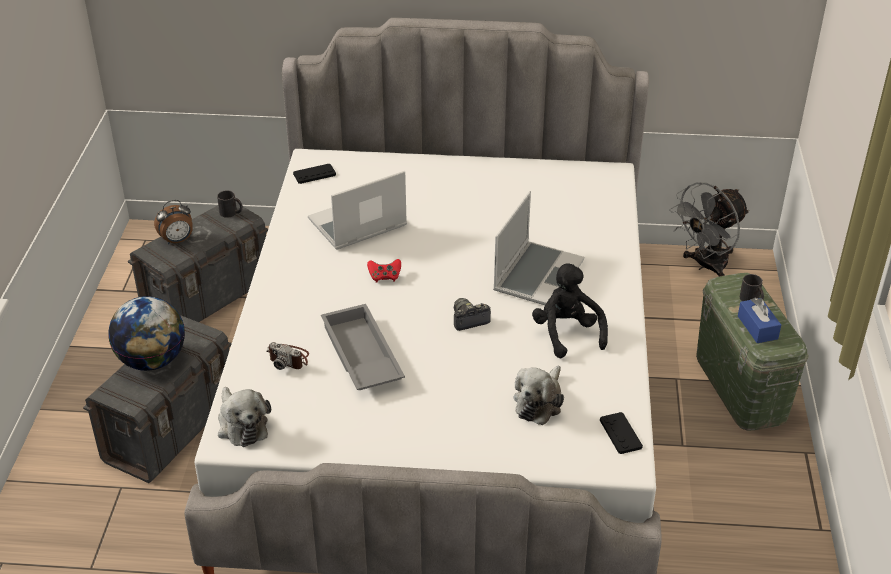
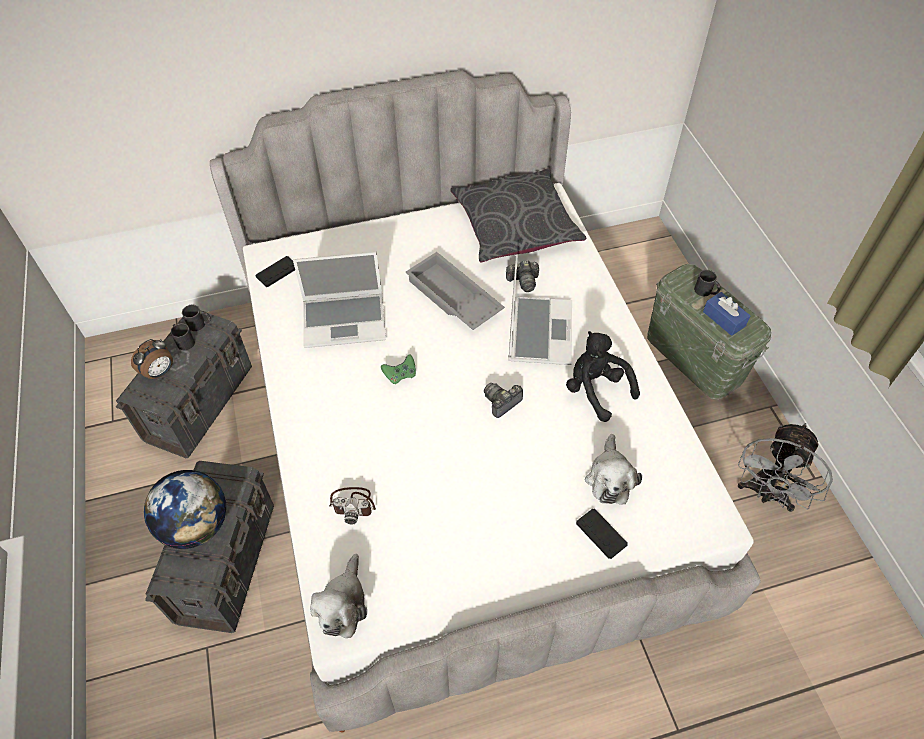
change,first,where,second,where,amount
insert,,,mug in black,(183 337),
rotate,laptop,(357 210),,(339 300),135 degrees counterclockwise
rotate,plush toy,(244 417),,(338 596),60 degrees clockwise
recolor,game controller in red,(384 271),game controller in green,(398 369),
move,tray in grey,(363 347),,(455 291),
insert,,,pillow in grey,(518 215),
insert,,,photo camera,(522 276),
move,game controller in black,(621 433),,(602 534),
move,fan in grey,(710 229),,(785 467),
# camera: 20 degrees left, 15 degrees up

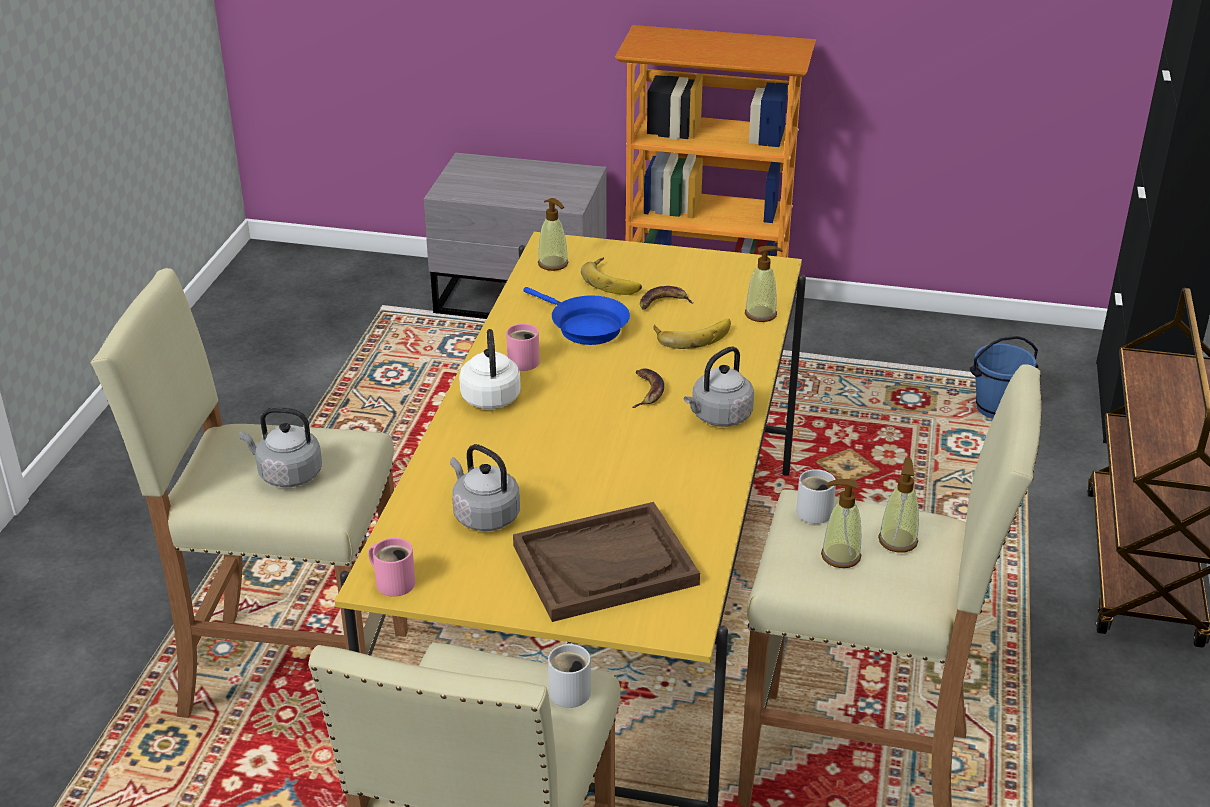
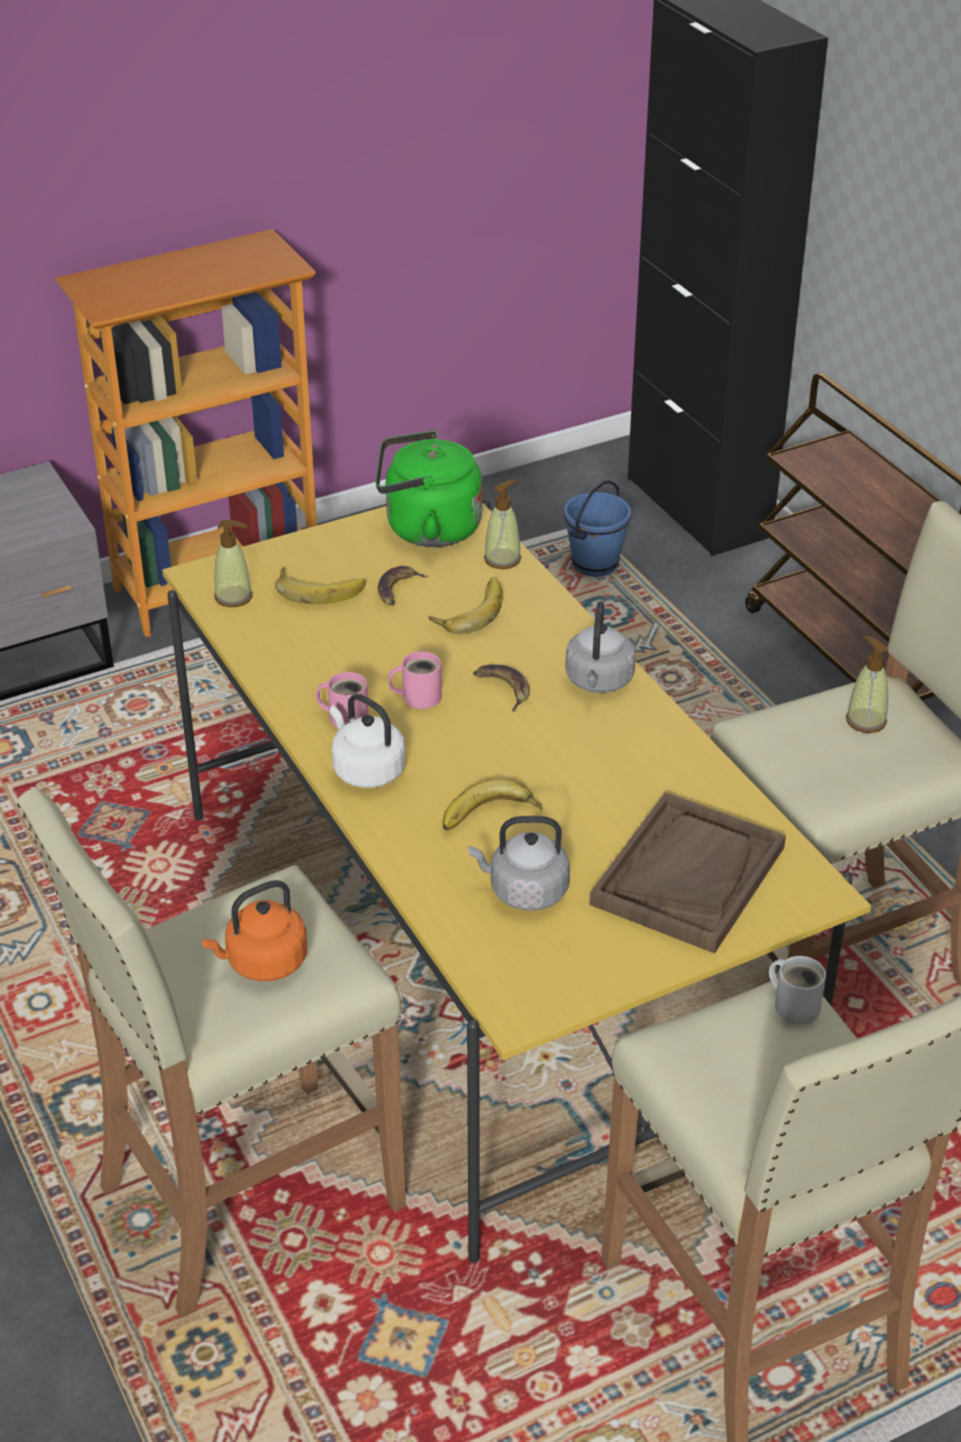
change,first,where,second,where,amount
recolor,kettle in grey,(280 447),kettle in orange,(254 930),
insert,,,kettle in green,(429 489),
move,mug in pink,(392 567),,(415 680),
insert,,,banana,(492 804),
delete,frying pan in blue,(577 316),,,
delete,mug in white,(816 496),,,
delete,soap dispenser,(841 523),,,
# camera: 40 degrees left, 5 degrees up

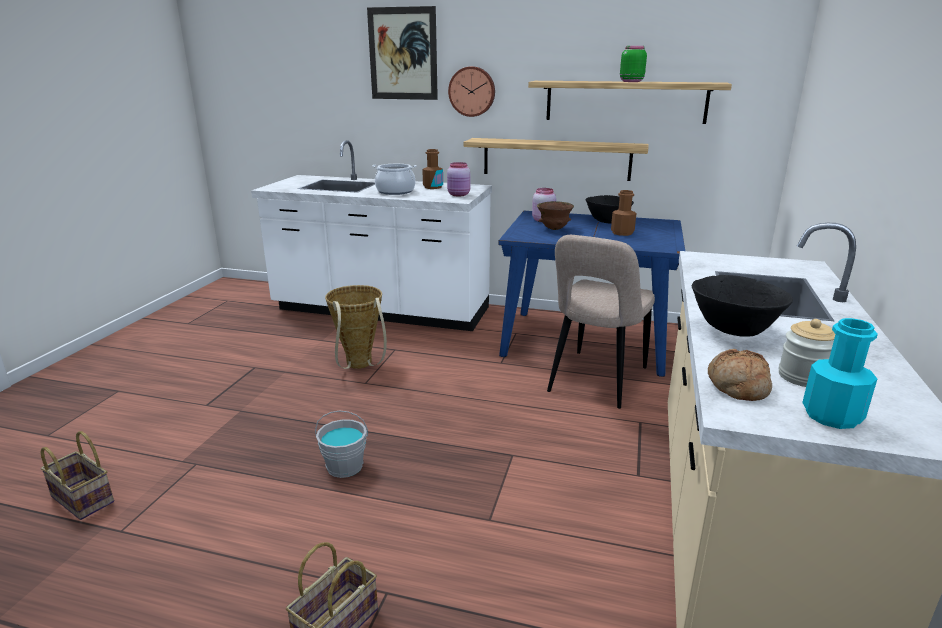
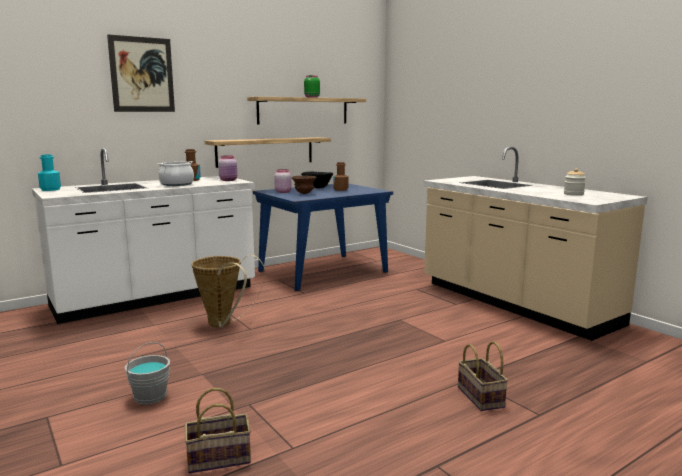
change,first,where,second,where,amount
move,bottle in turquoise,(840 373),,(49 172),
move,bucket in grey,(341 444),,(147 373),
delete,wall clock,(471 91),,,
delete,chair in beige,(601 322),,,
delete,bowl in black,(742 306),,,
delete,bread,(740 375),,,
# camera: 50 degrees left, 10 degrees down

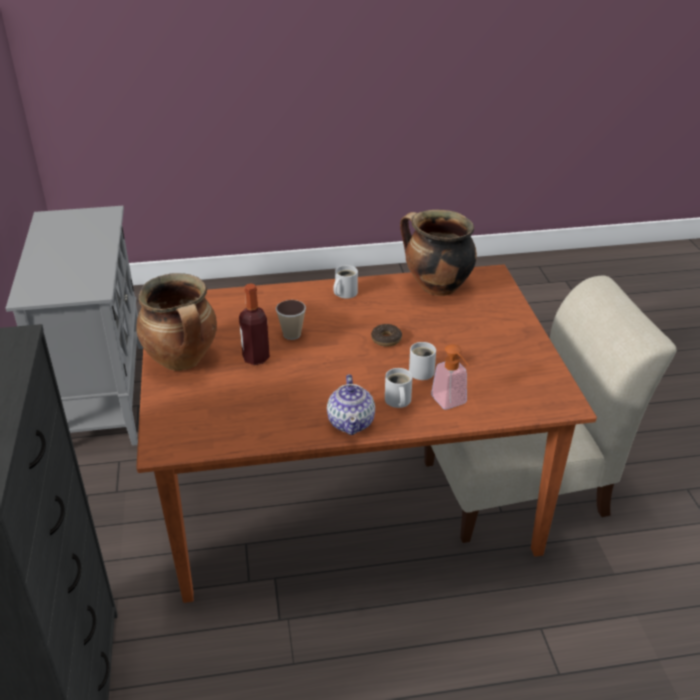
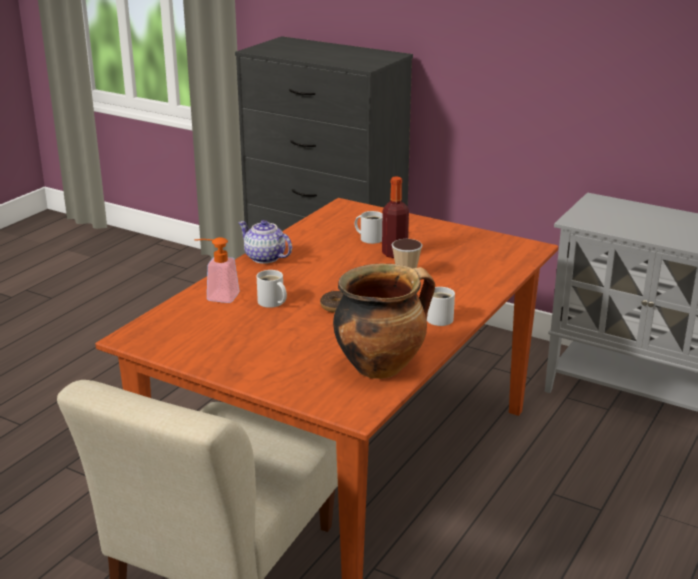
change,first,where,second,where,amount
move,mug in white,(399 388),,(368 227),
delete,cooking pot,(176 322),,,
# camera: 130 degrees right, 10 degrees down

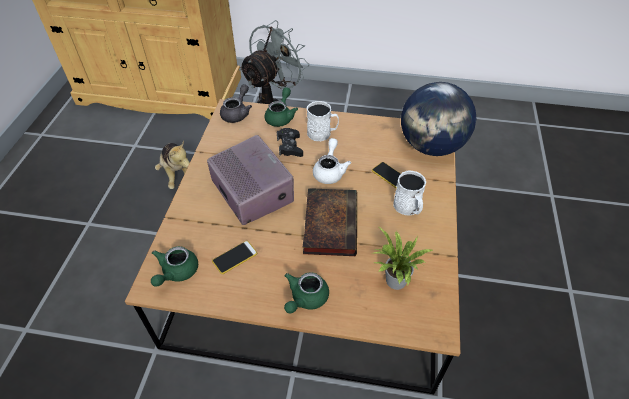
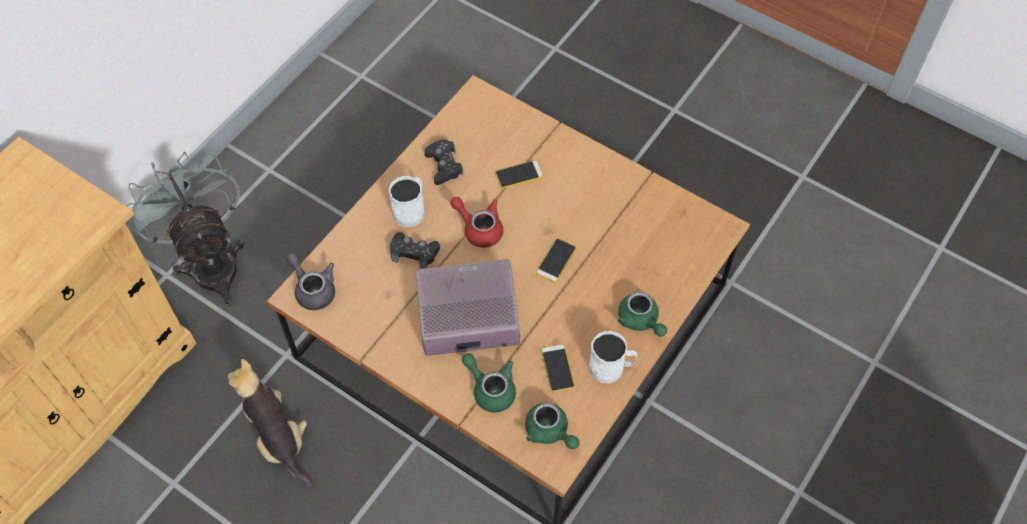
change,first,where,second,where,amount
rotate,plush toy,(172 165),,(270 422),120 degrees counterclockwise
insert,,,game controller in black,(443 162),
recolor,teapot in white,(332 161),teapot in red,(476 222),
move,teapot in green,(281 107),,(489 383),
replace,book,(330 222),phone,(556 260),
move,mug in white,(409 193),,(613 357),
delete,potted plant,(402 258),,,
delete,globe,(438 119),,,
# camera: 65 degrees left, 10 degrees up

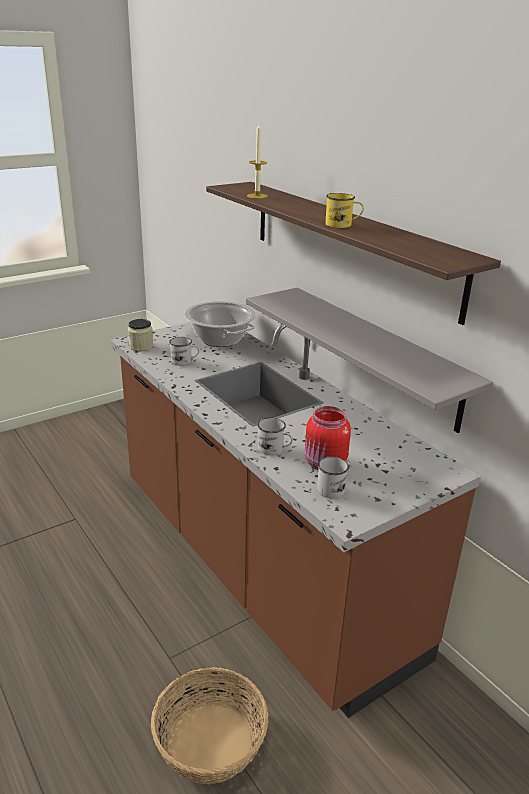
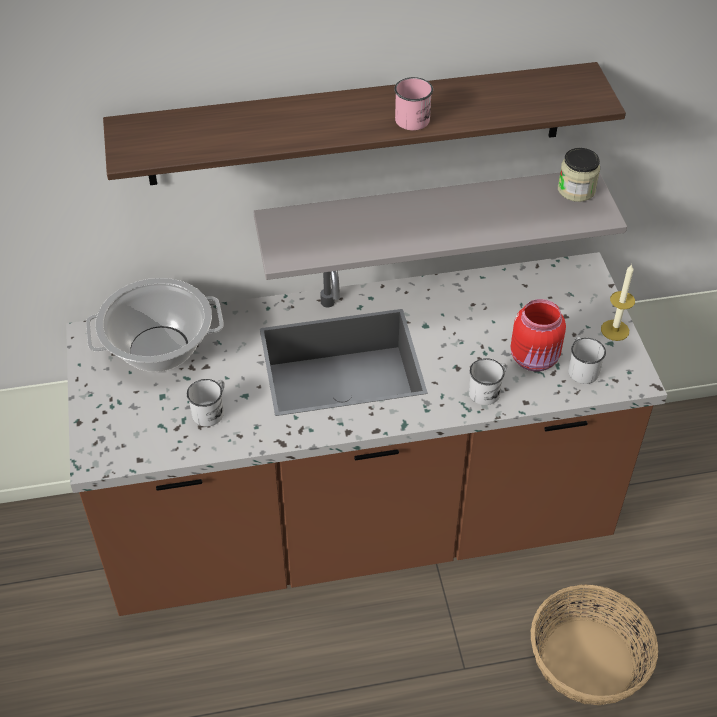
change,first,where,second,where,amount
recolor,mug in yellow,(344 210),mug in pink,(413 103),
move,jar,(140 335),,(579 175),
move,candle,(257 161),,(618 302),
# camera: 65 degrees left, 20 degrees up

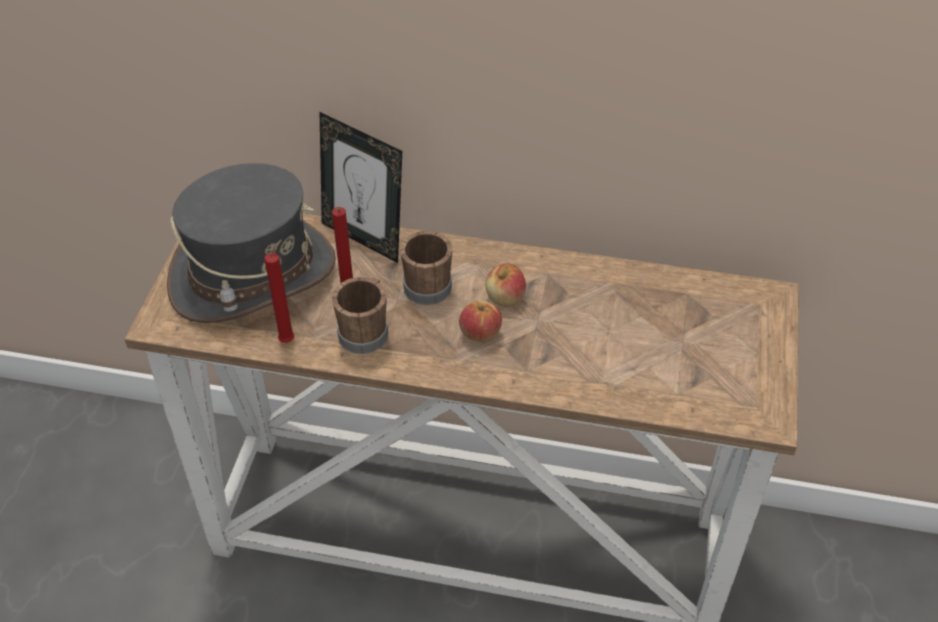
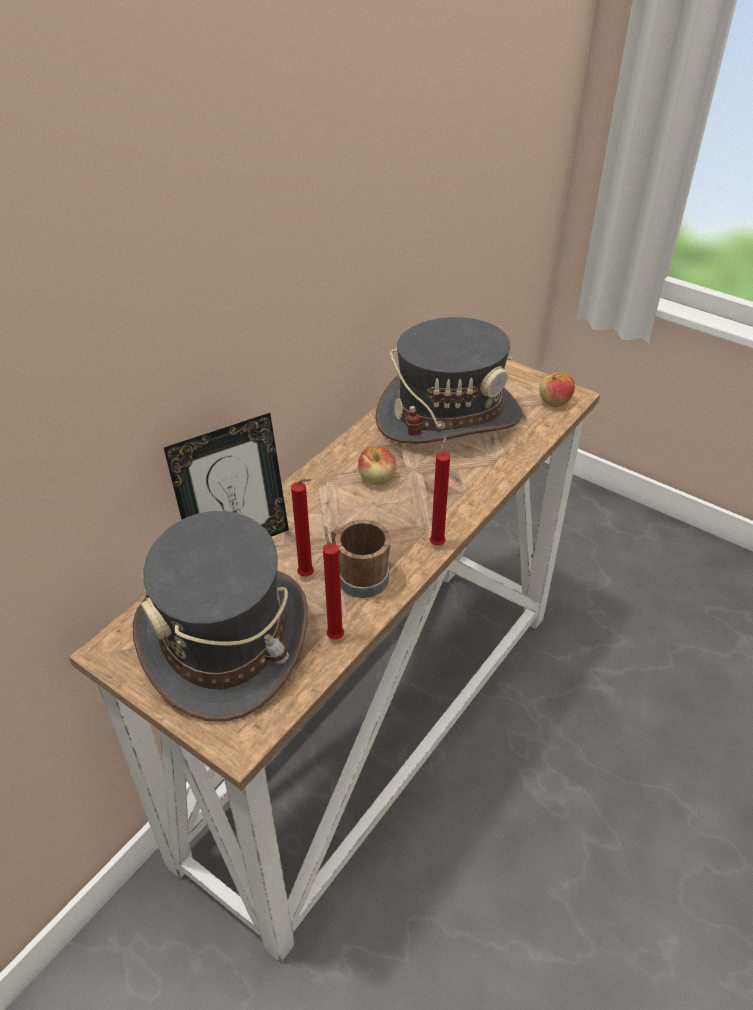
change,first,where,second,where,amount
insert,,,hat in grey,(449 380),
insert,,,candle in red,(440 490),
move,apple,(480 321),,(557 389),
delete,mug in brown,(426 268),,,
# camera: 65 degrees left, 5 degrees down

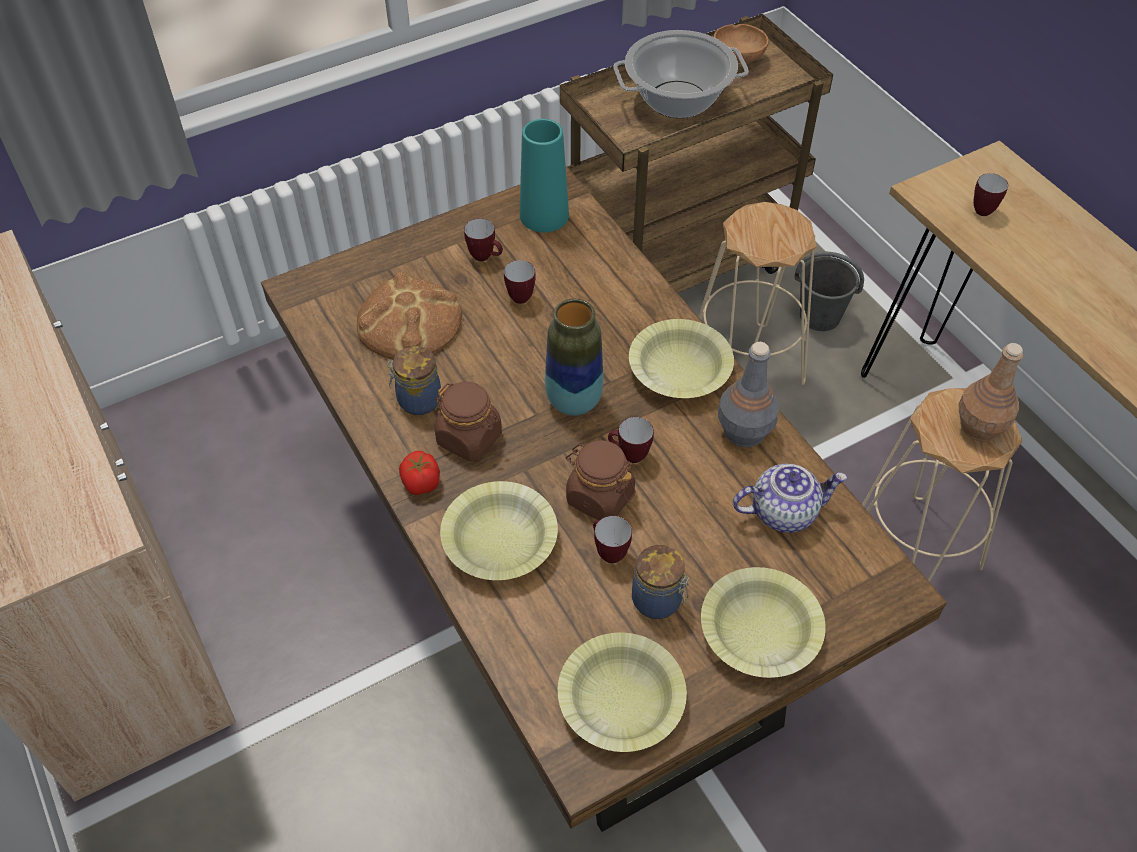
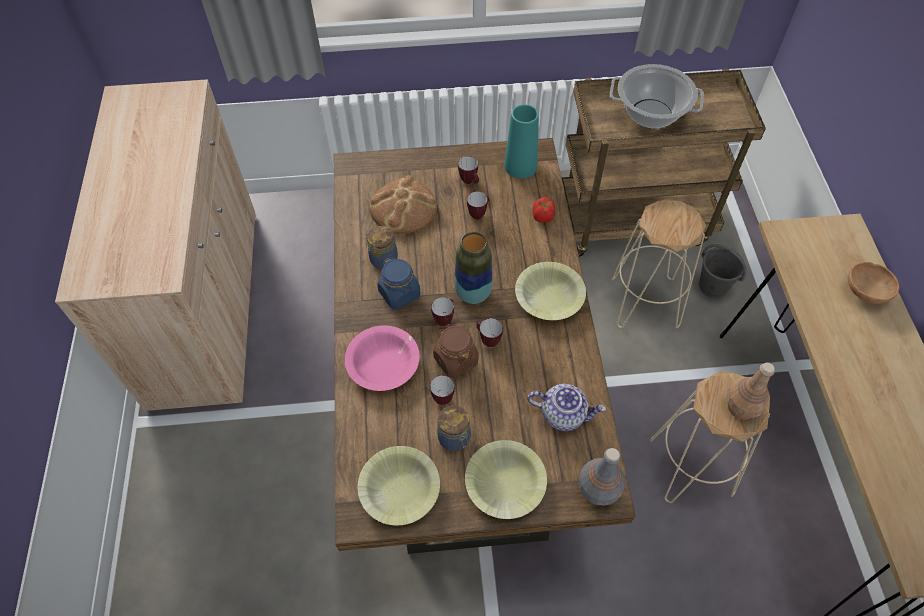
change,first,where,second,where,amount
recolor,bowl in yellow,(499 530),bowl in pink,(382 358),
recolor,jar in brown,(468 422),jar in blue,(398 283),
move,mug,(990 194),,(442 311),
move,tomato,(419 473),,(543 210),
move,bottle in grey,(748 394),,(601 476),
move,bowl in brown,(741 44),,(873 283),
# camera: 25 degrees right, 5 degrees up

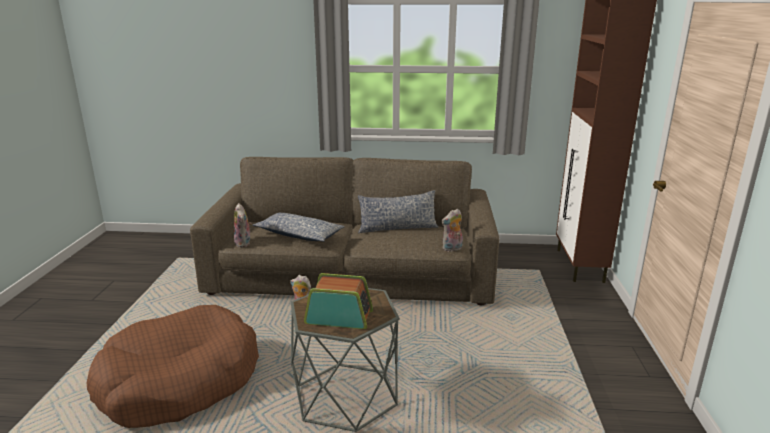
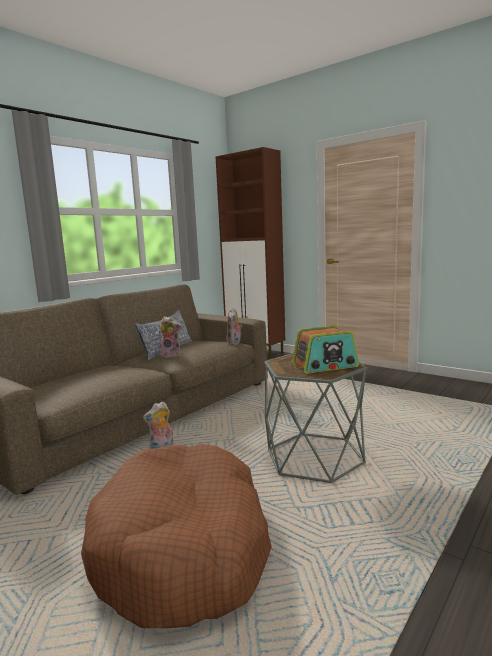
change,first,where,second,where,amount
move,plush toy,(243 225),,(170 337),
rotate,radio,(338 301),,(325 349),150 degrees counterclockwise
delete,pillow,(299 227),,,
# camera: 55 degrees left, 10 degrees down

